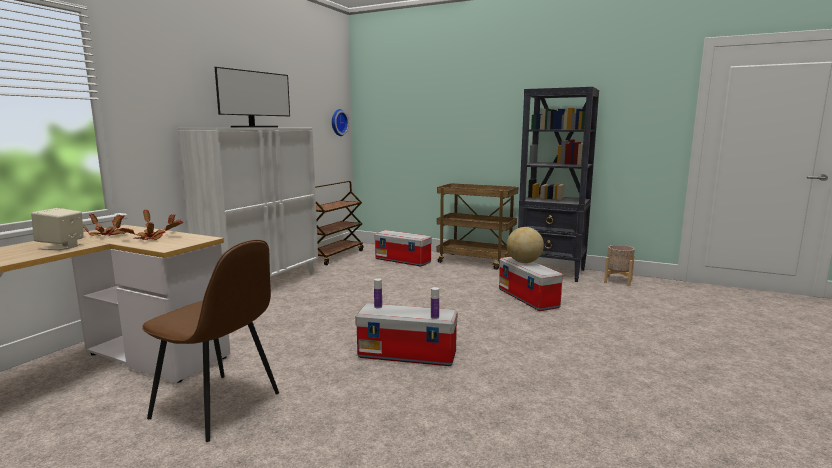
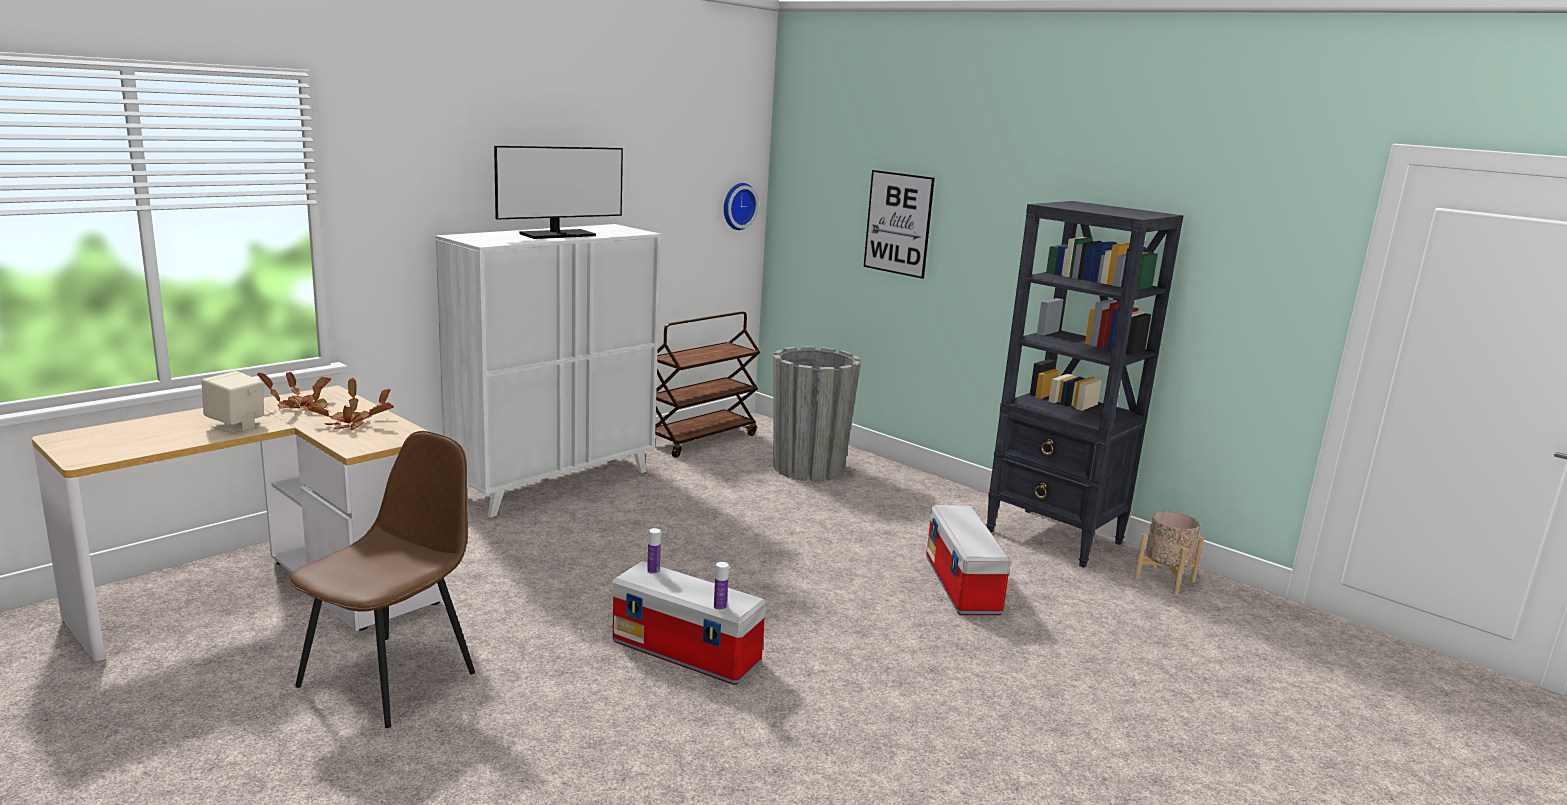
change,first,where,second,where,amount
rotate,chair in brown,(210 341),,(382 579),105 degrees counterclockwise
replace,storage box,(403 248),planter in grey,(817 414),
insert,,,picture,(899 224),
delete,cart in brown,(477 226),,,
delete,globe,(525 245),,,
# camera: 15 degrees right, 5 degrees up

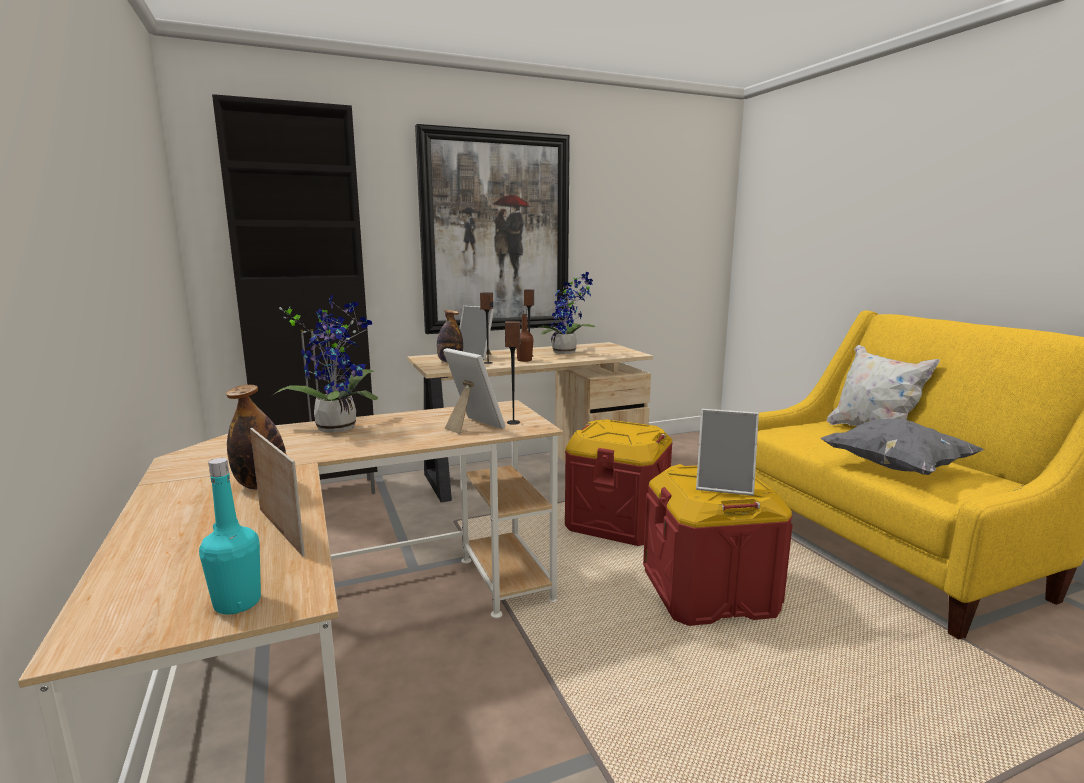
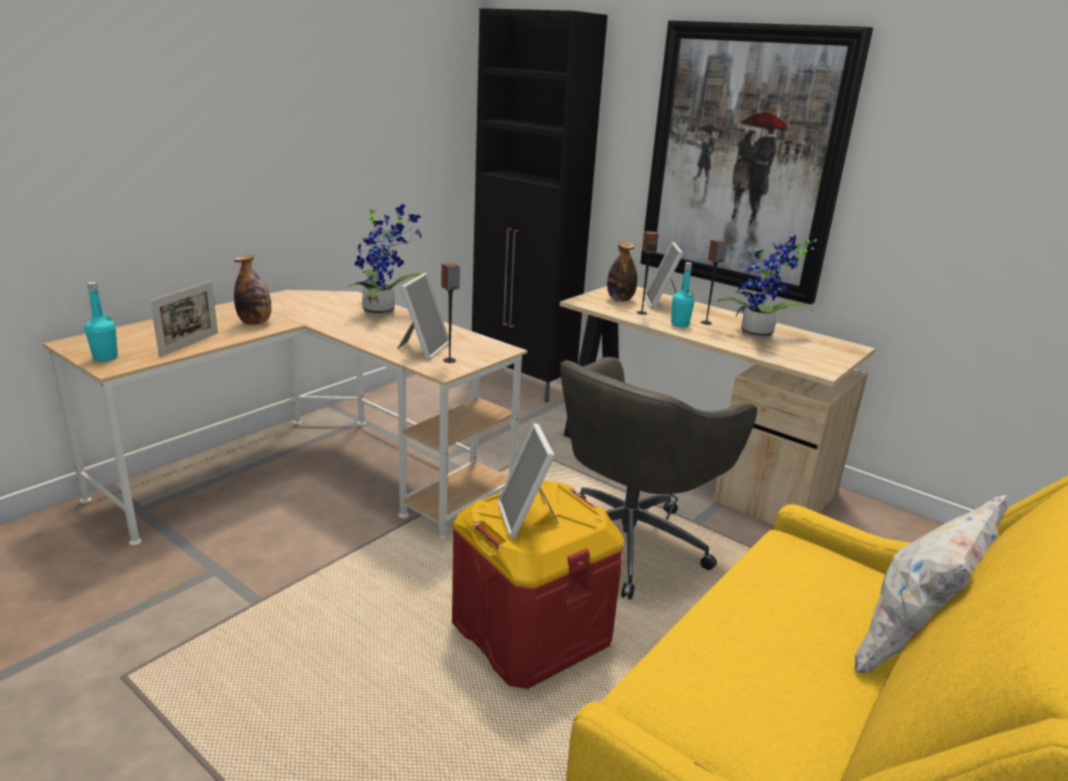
change,first,where,second,where,amount
replace,storage box in red,(619 482),office chair in grey,(658 478),
recolor,bottle in brown,(524 335),bottle in turquoise,(683 294),
delete,pillow in grey,(901 447),,,
# camera: 60 degrees right, 10 degrees up

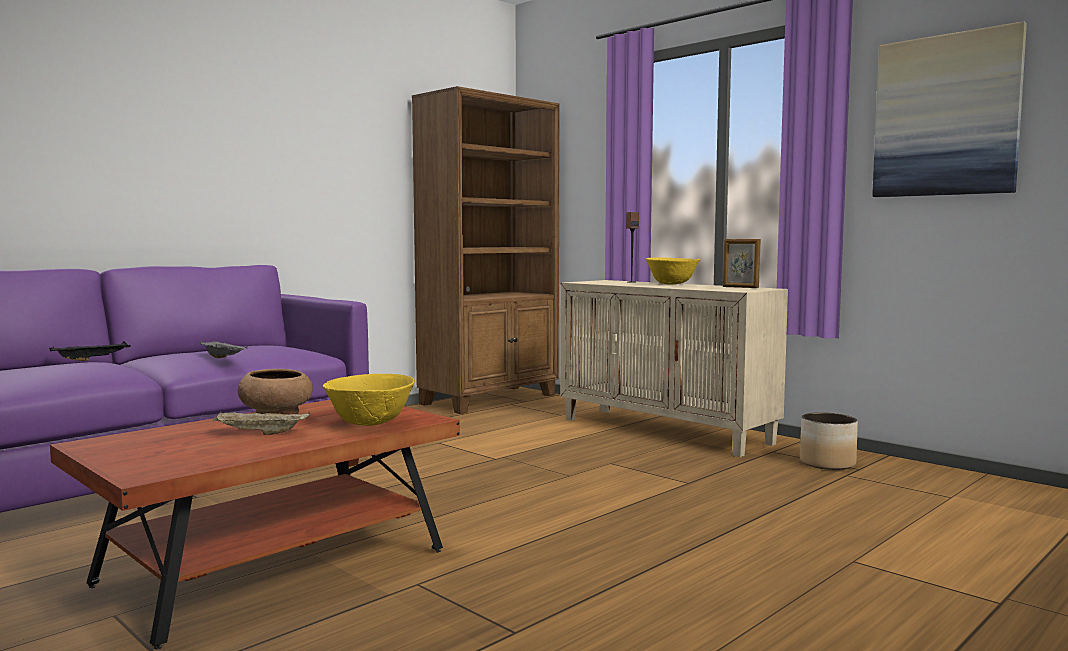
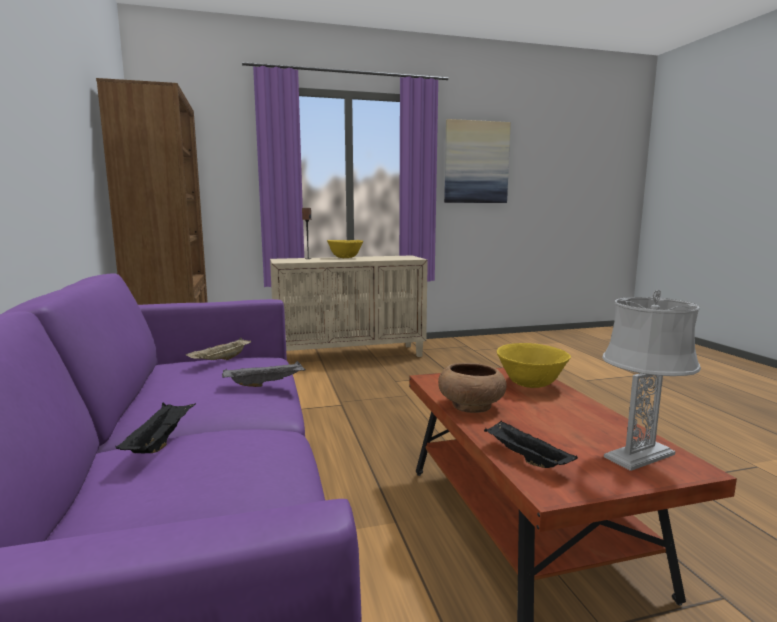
change,first,where,second,where,amount
move,tray in beige,(261 423),,(218 349),
insert,,,tray in black,(531 444),
insert,,,table lamp in grey,(651 380),
delete,picture frame,(742 263),,,
delete,planter,(829 441),,,
# camera: 60 degrees left, 5 degrees up

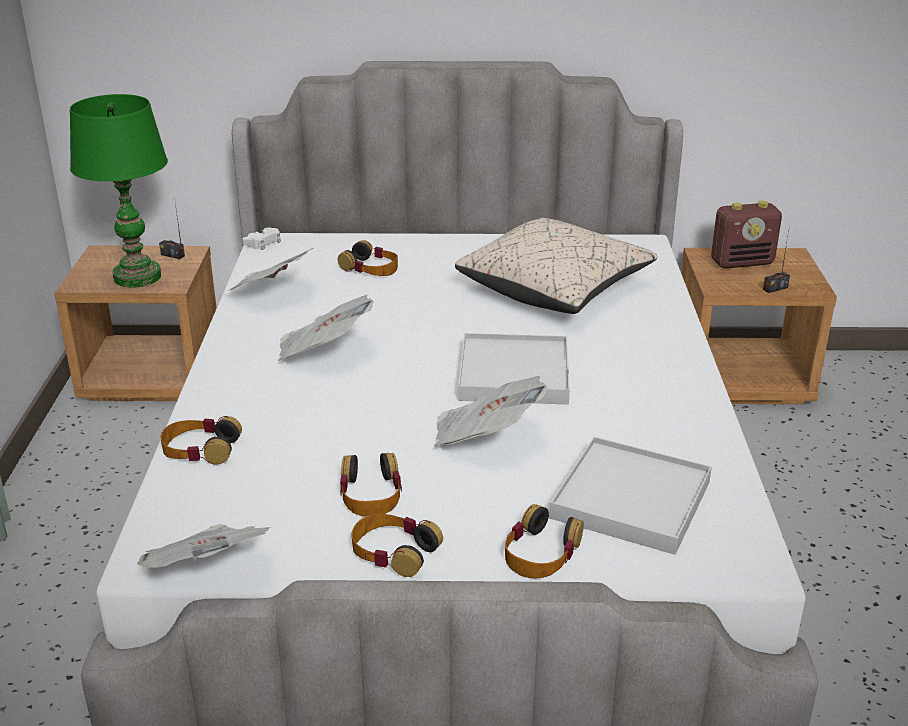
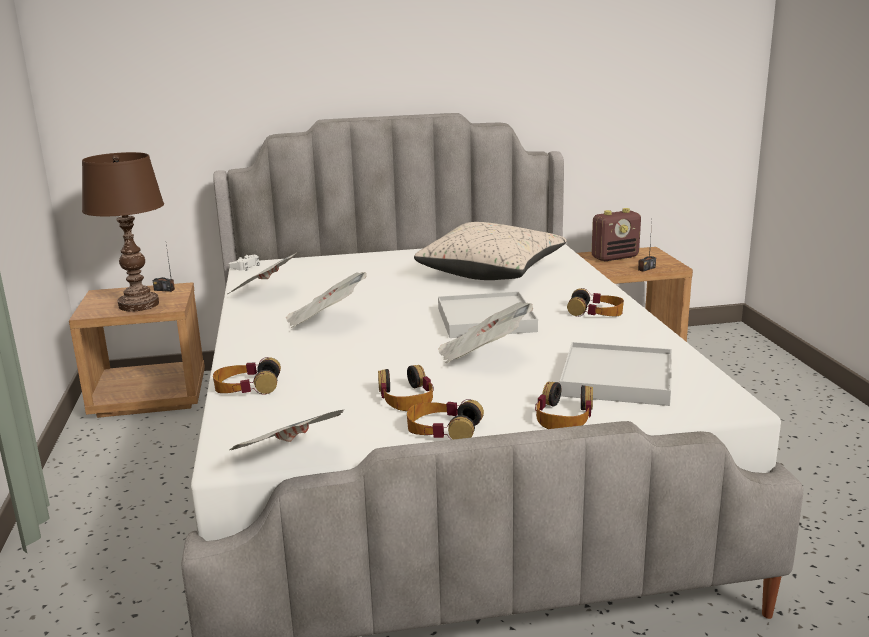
change,first,where,second,where,amount
recolor,table lamp in green,(119 191),table lamp in brown,(123 231),
move,headphones,(368 258),,(595 302),
# camera: 10 degrees left, 10 degrees down

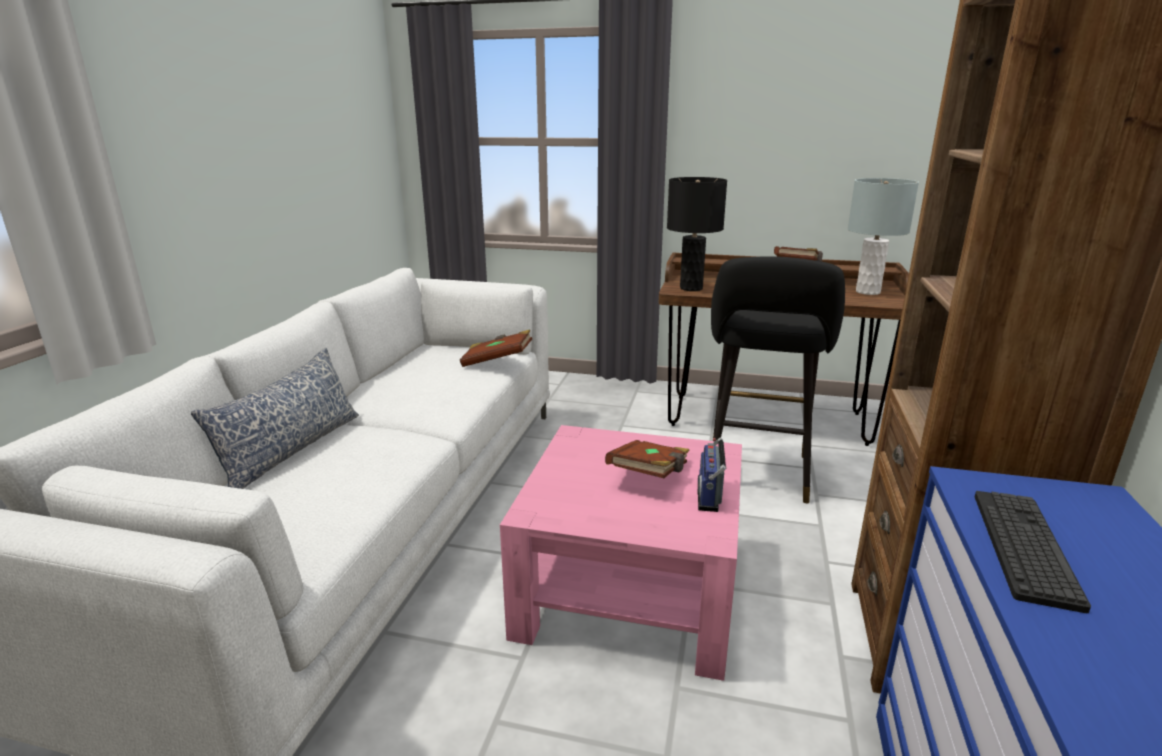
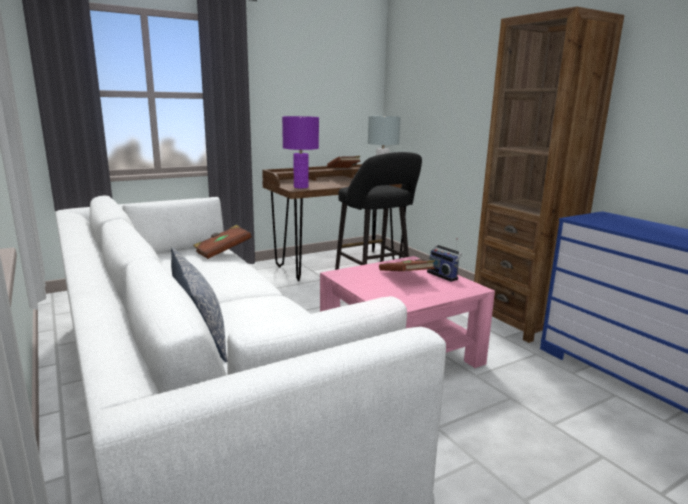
change,first,where,second,where,amount
recolor,table lamp in black,(697 234),table lamp in purple,(300 152),
delete,keyboard,(1033 552),,,
# camera: 45 degrees left, 5 degrees down

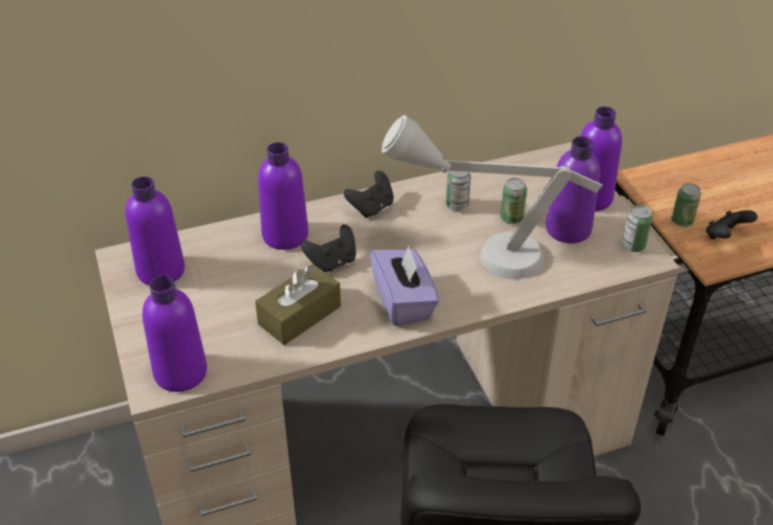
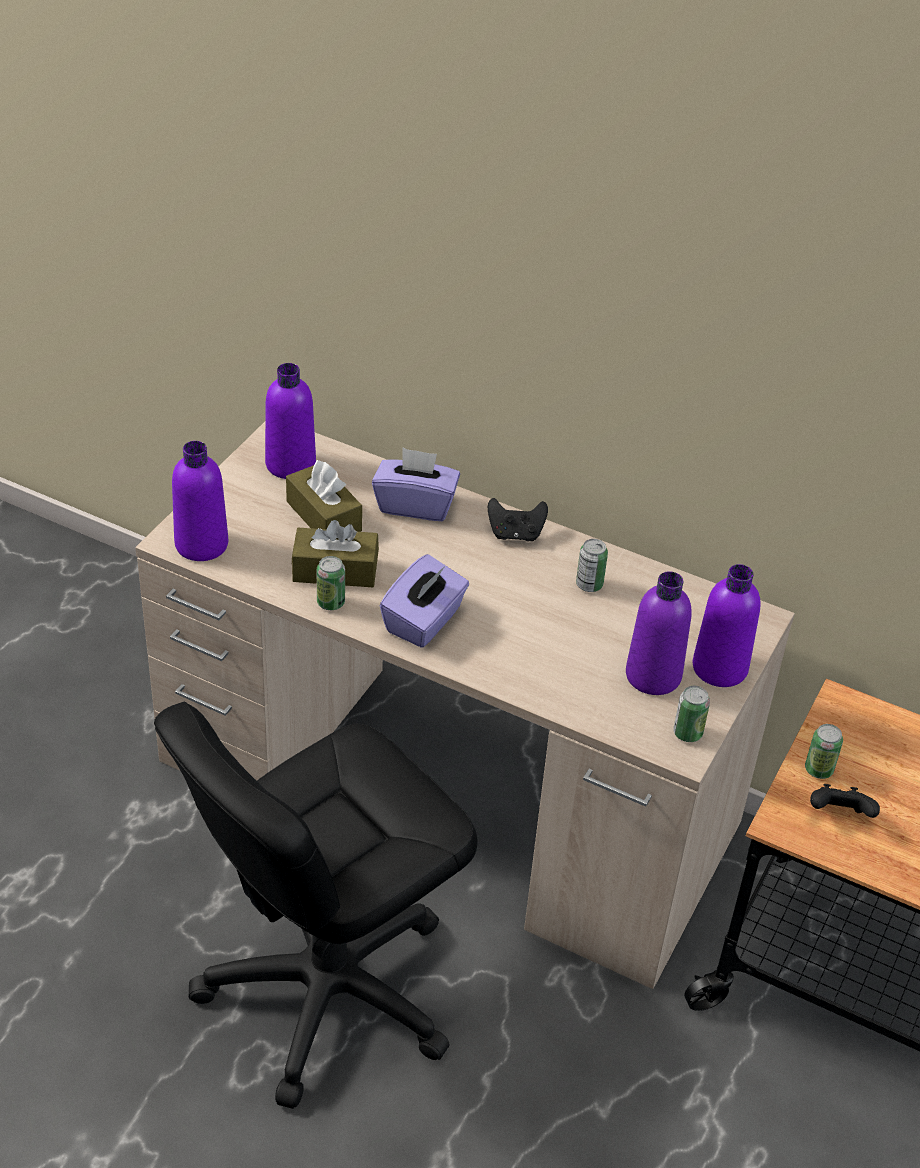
change,first,where,second,where,amount
insert,,,tissue box in brown,(324 496),
move,can,(513 201),,(331 583),
replace,bottle in purple,(283 196),tissue box in purple,(416 484),
delete,game controller in black,(328 248),,,
delete,table lamp in grey,(492 197),,,
# camera: 45 degrees right, 0 degrees up

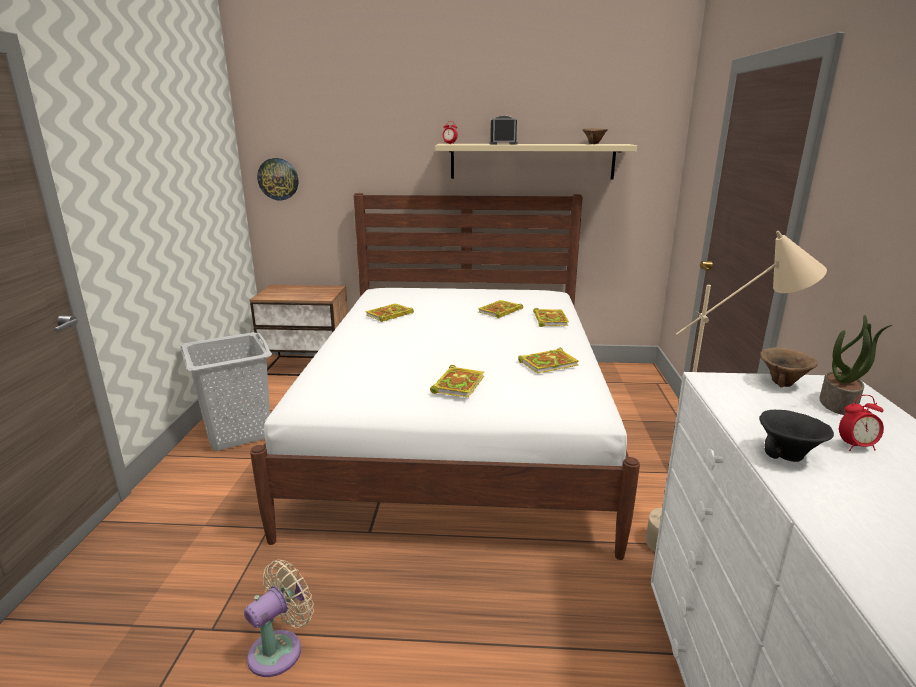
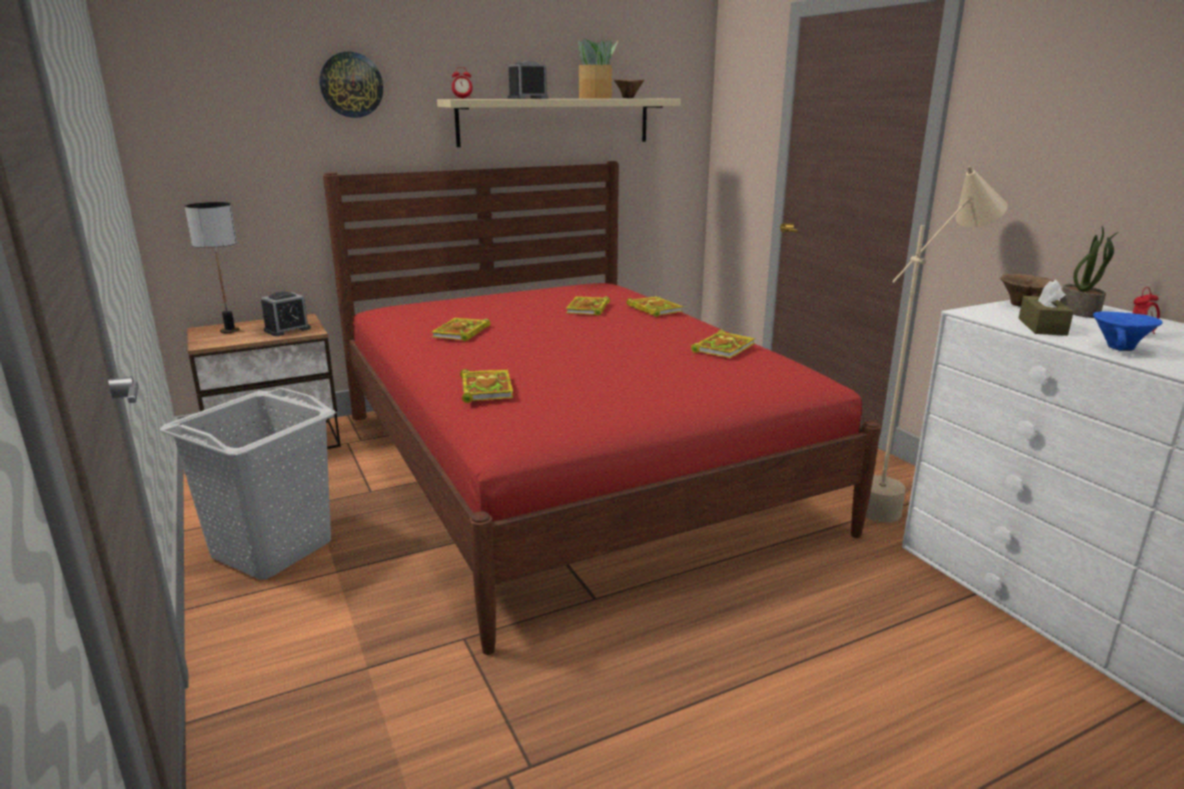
change,first,where,second,where,amount
insert,,,table lamp,(212 267),
insert,,,alarm clock,(286 314),
move,wall clock,(277 179),,(351 85),
recolor,bed in white,(445 376),bed in red,(602 408),
move,book,(457 381),,(486 386),
insert,,,potted plant,(598 68),
insert,,,tissue box in brown,(1046 308),
recolor,bowl in black,(796 436),bowl in blue,(1127 331),
delete,fan in beige,(279 618),,,
# camera: 30 degrees left, 0 degrees up

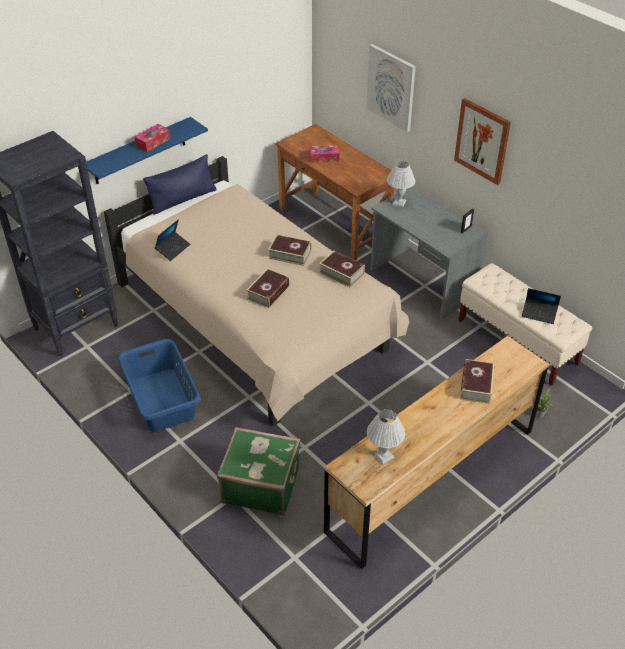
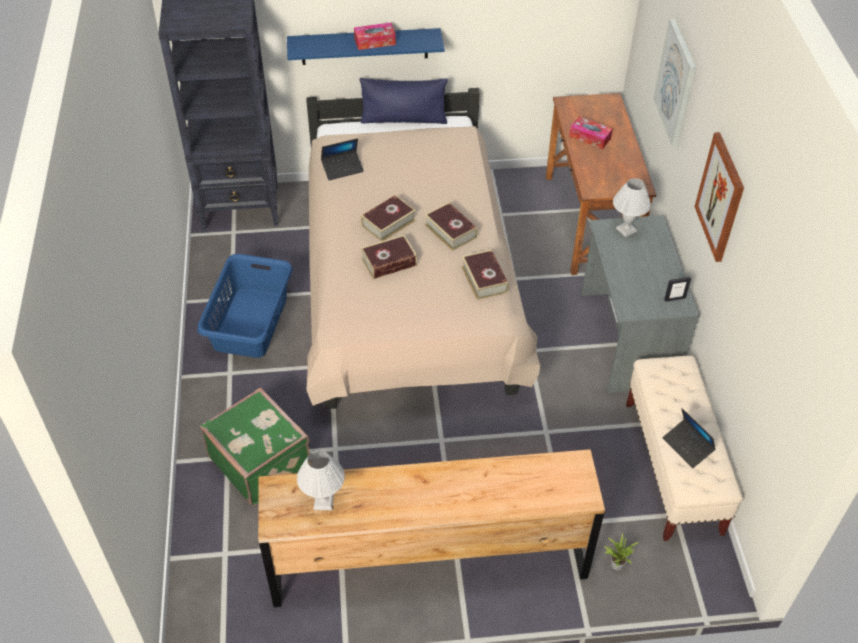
change,first,where,second,where,amount
move,book,(477 381),,(388 218),
# camera: 35 degrees right, 5 degrees up

